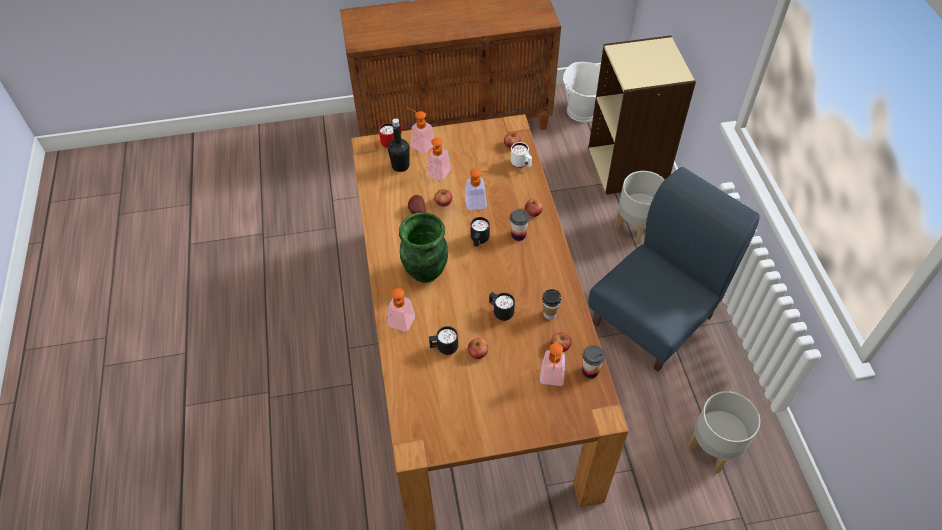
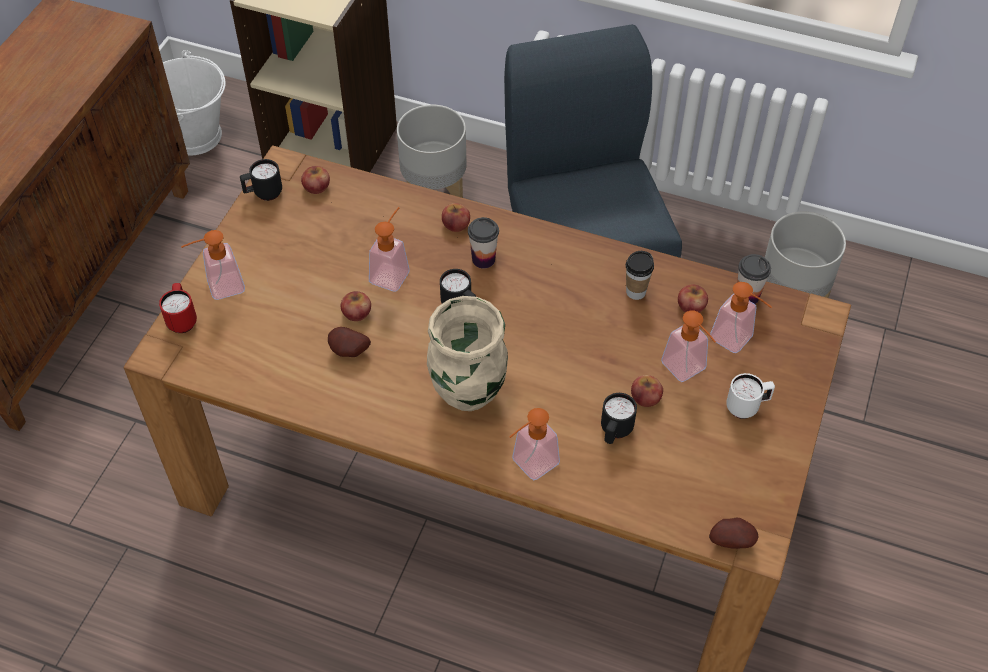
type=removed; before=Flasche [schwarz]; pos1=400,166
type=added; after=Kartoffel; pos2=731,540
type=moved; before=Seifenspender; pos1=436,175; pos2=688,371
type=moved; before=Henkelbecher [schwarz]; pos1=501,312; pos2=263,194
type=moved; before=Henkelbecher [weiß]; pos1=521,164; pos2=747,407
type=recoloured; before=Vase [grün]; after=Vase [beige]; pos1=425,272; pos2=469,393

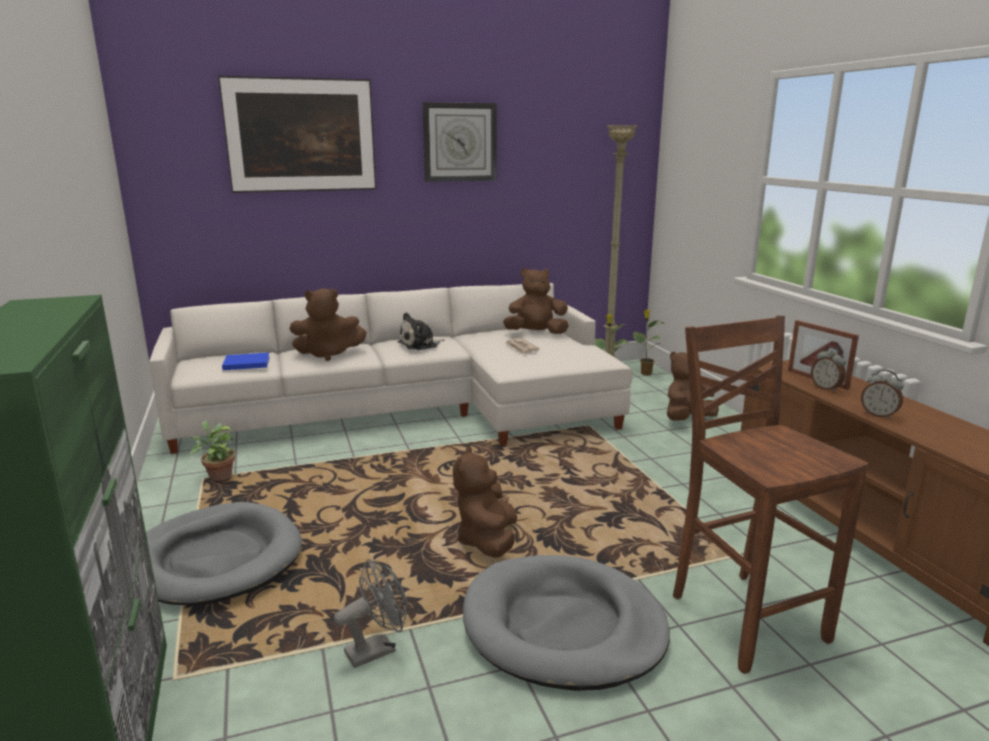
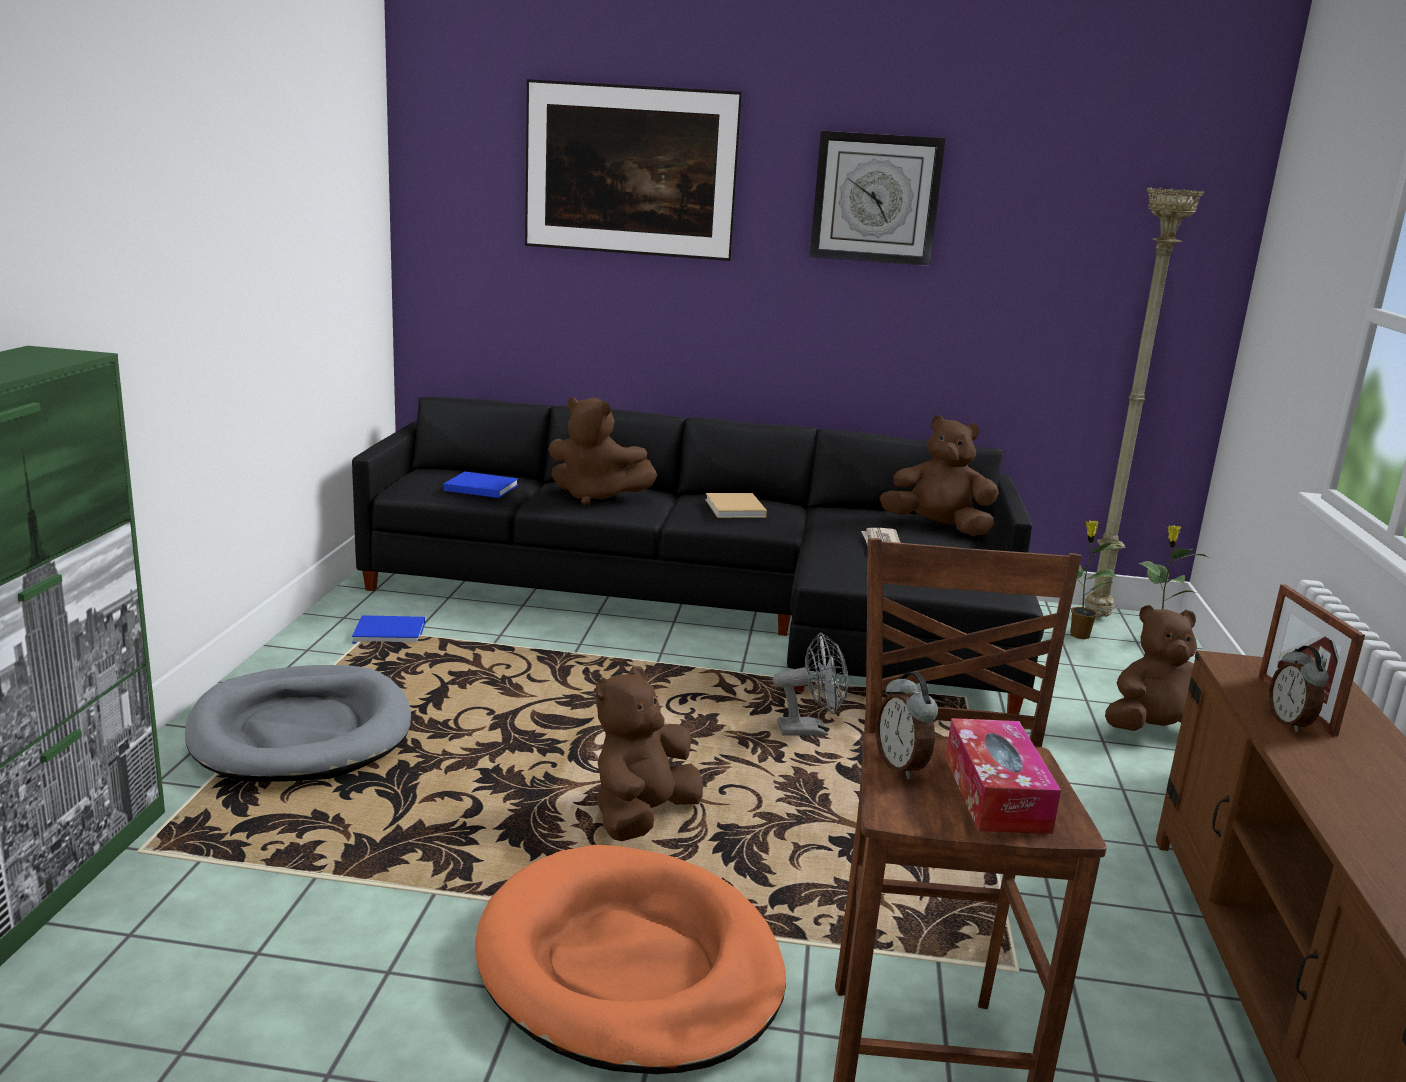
type=added; after=Taschentuchbox; pos2=996,793
type=moved; before=Ventilator [grau]; pos1=377,649; pos2=810,730
type=moved; before=Wecker; pos1=878,415; pos2=902,766
type=replaced; before=Topfpflanze; after=Buch [blau]; pos1=218,477; pos2=392,633
type=replaced; before=Plüschtier; after=Buch [beige]; pos1=420,345; pos2=735,509
type=recoloured; before=Sofa [weiß]; after=Sofa [schwarz]; pos1=415,409; pos2=719,608
type=recoloured; before=Hundebett [grau]; after=Hundebett [orange]; pos1=563,627; pos2=629,967

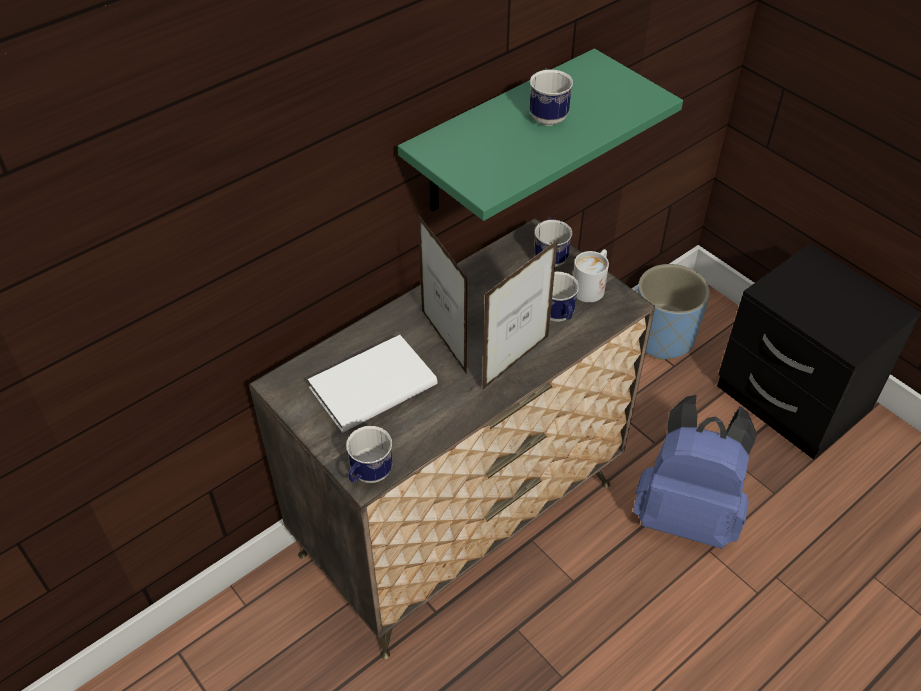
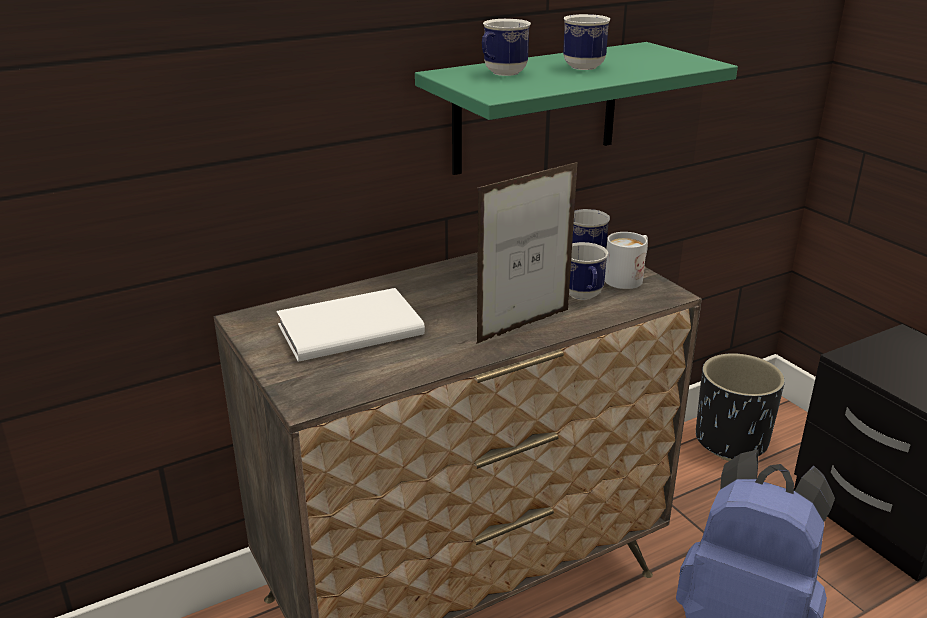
type=removed; before=Bilderrahmen; pos1=443,342
type=moved; before=Henkelbecher; pos1=368,475; pos2=501,74
type=recoloured; before=Pflanzkübel [blau]; after=Pflanzkübel [schwarz]; pos1=662,337; pos2=731,440

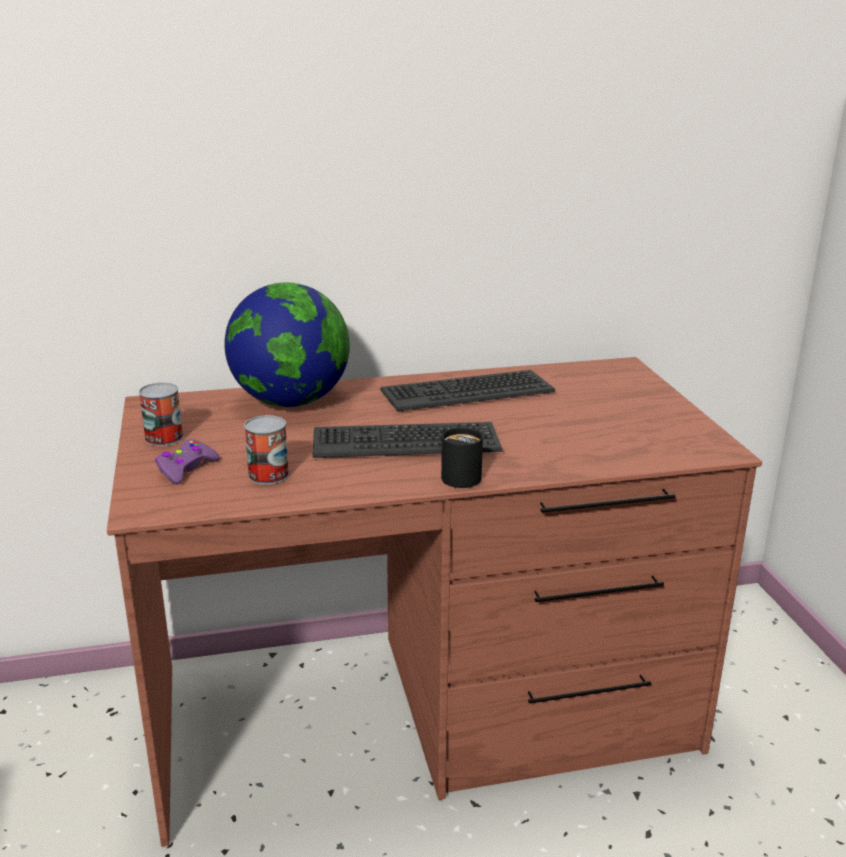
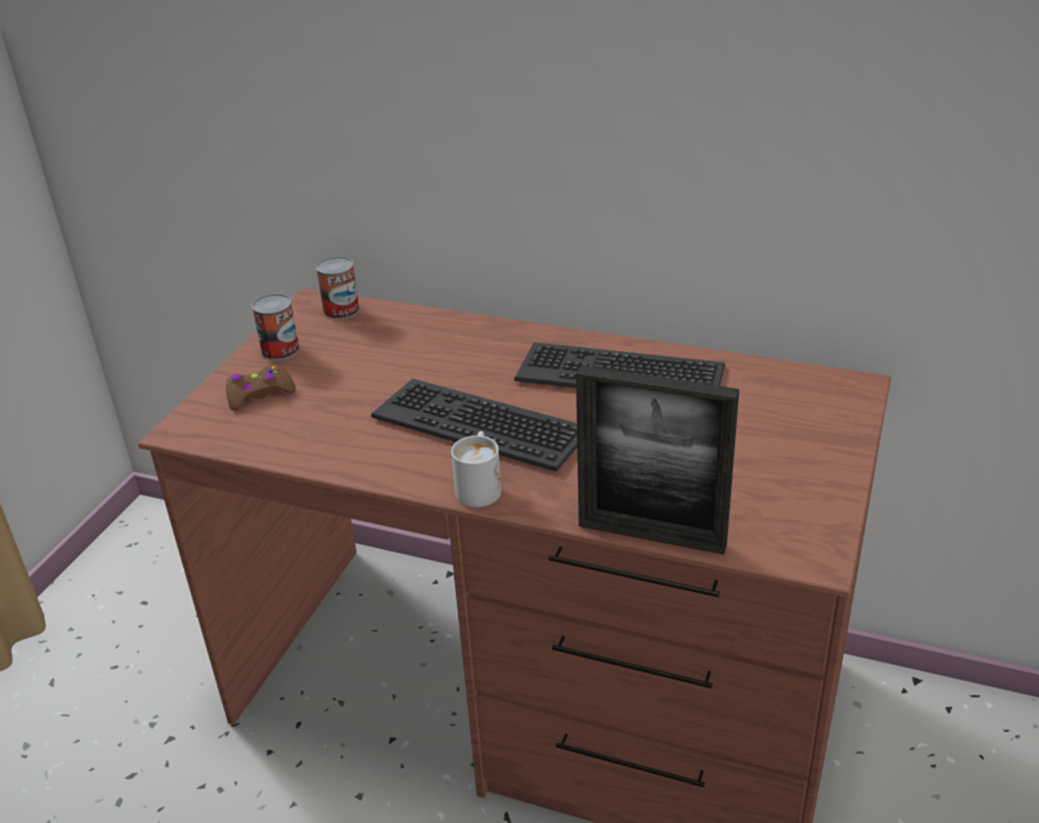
type=removed; before=Globus; pos1=290,402
type=added; after=Bilderrahmen; pos2=651,535
type=moved; before=Dose; pos1=268,475; pos2=341,310
type=recoloured; before=Gamepad [lila]; after=Gamepad [braun]; pos1=186,469; pos2=259,394
type=recoloured; before=Henkelbecher [schwarz]; after=Henkelbecher [weiß]; pos1=456,474; pos2=480,486

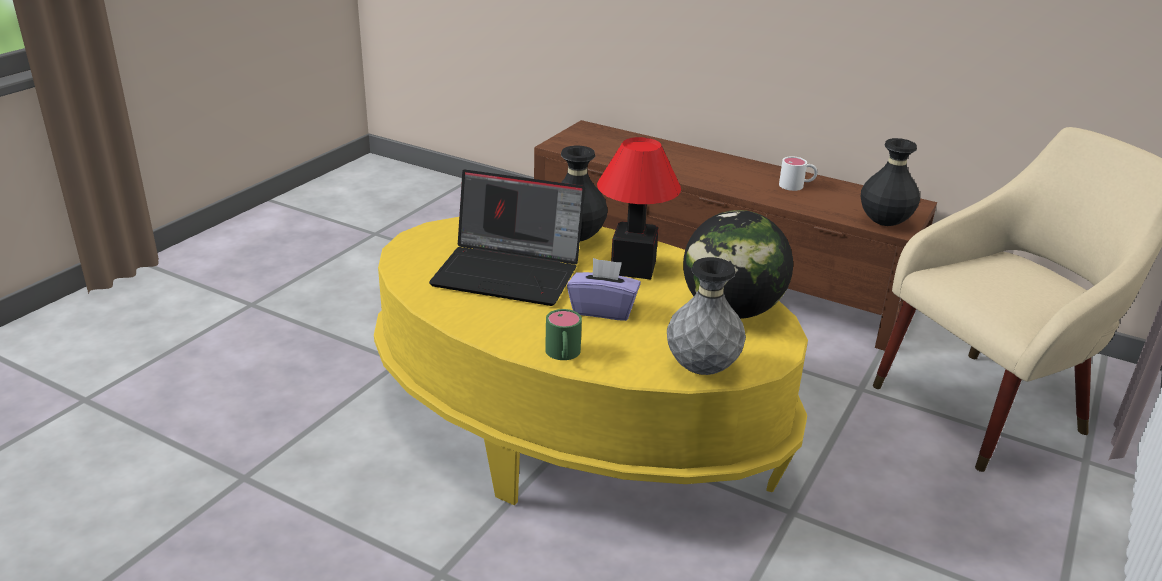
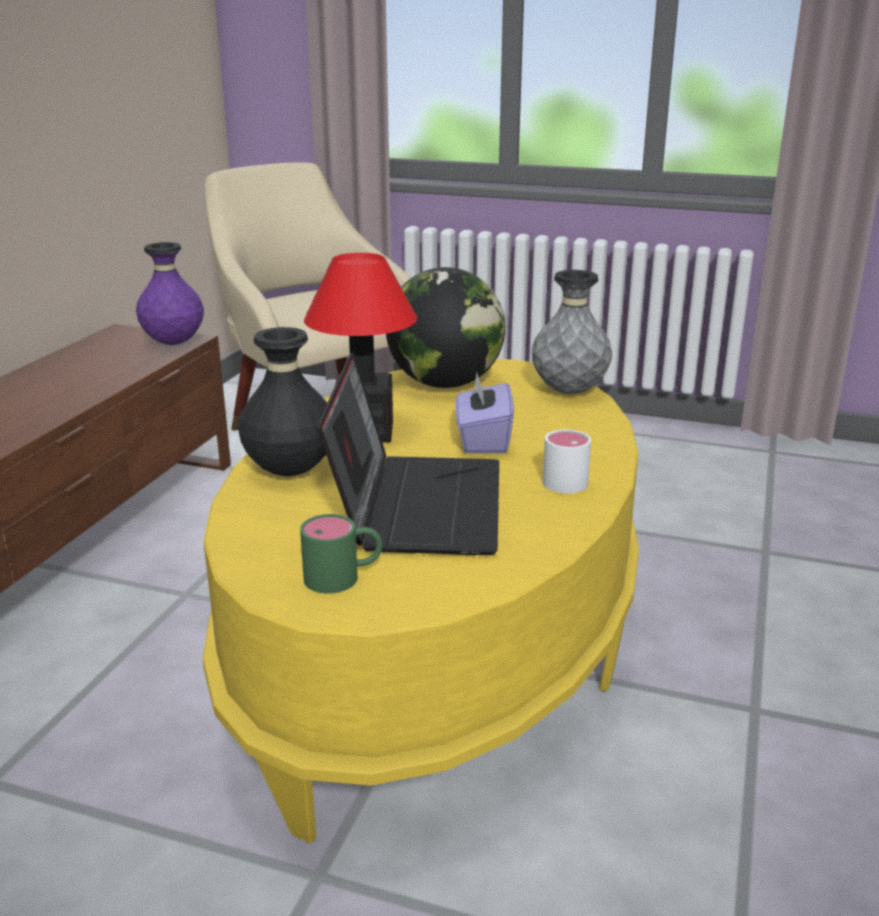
type=moved; before=Henkelbecher [grün]; pos1=563,355; pos2=343,576
type=moved; before=Henkelbecher [weiß]; pos1=797,186; pos2=562,478
type=recoloured; before=Vase [schwarz]; after=Vase [lila]; pos1=884,223; pos2=174,343

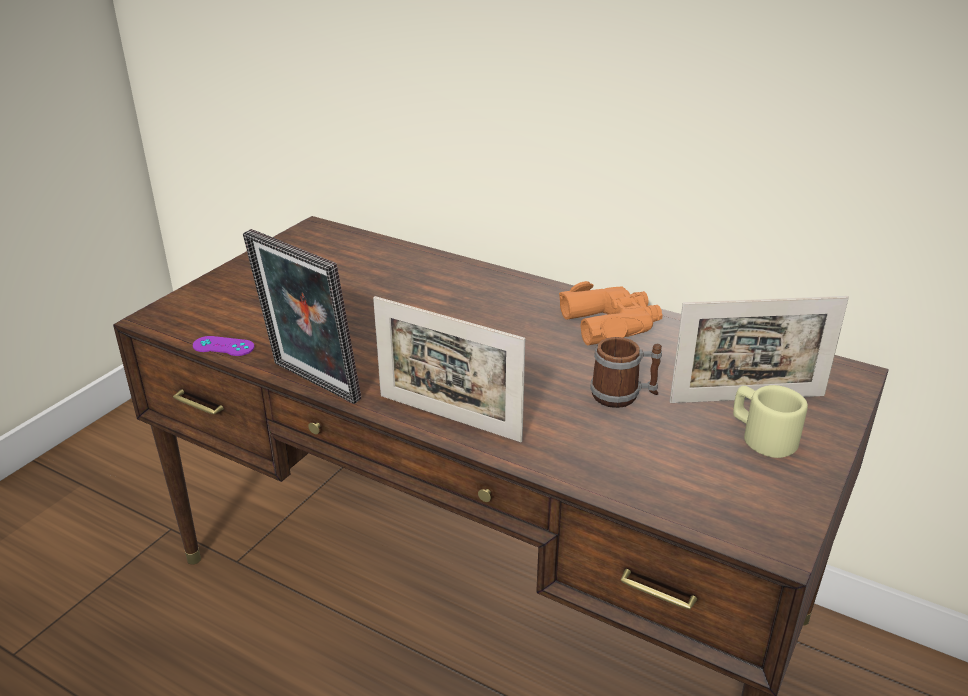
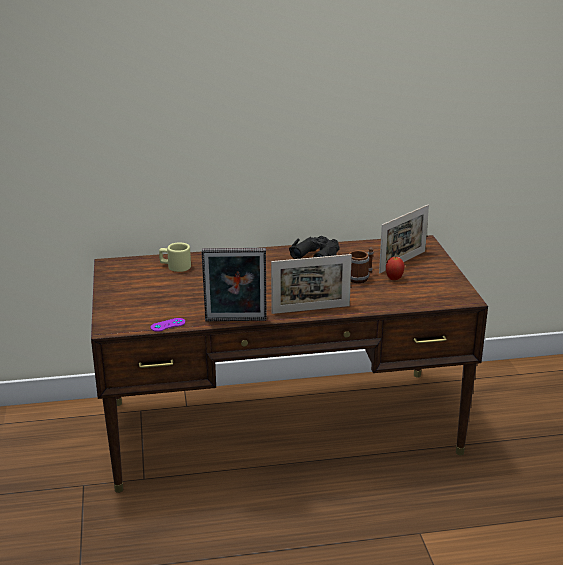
type=added; after=Apfel; pos2=394,279
type=moved; before=Henkelbecher [beige]; pos1=762,436; pos2=175,266
type=recoloured; before=Fernglas [orange]; after=Fernglas [schwarz]; pos1=611,323; pos2=317,255

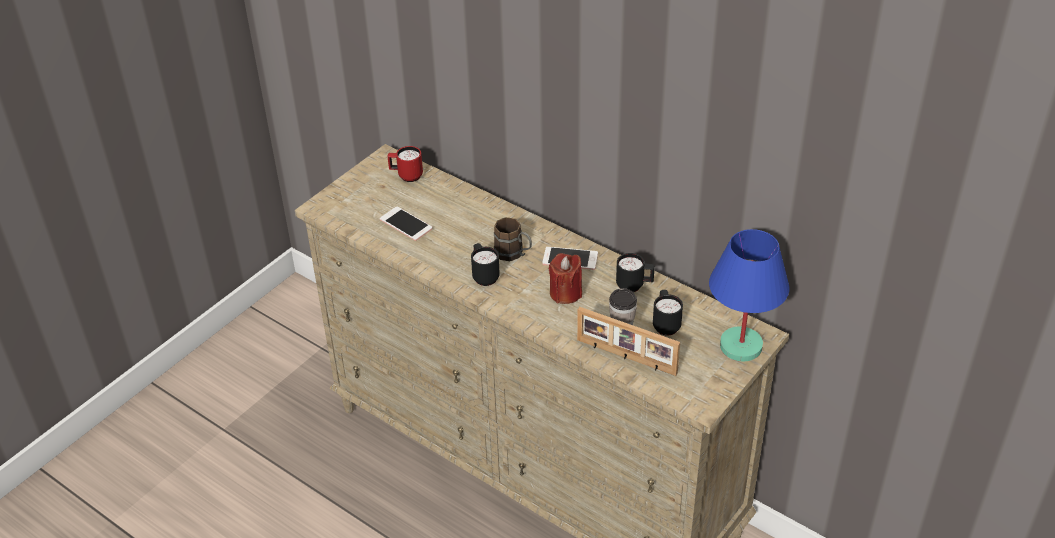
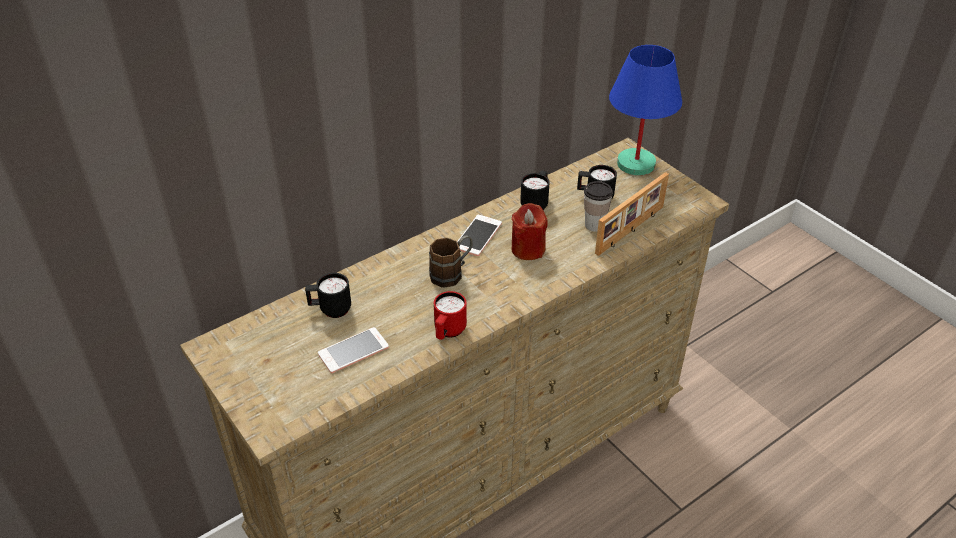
type=moved; before=Henkelbecher [rot]; pos1=406,176; pos2=448,332
type=moved; before=Henkelbecher [schwarz]; pos1=484,276; pos2=330,310

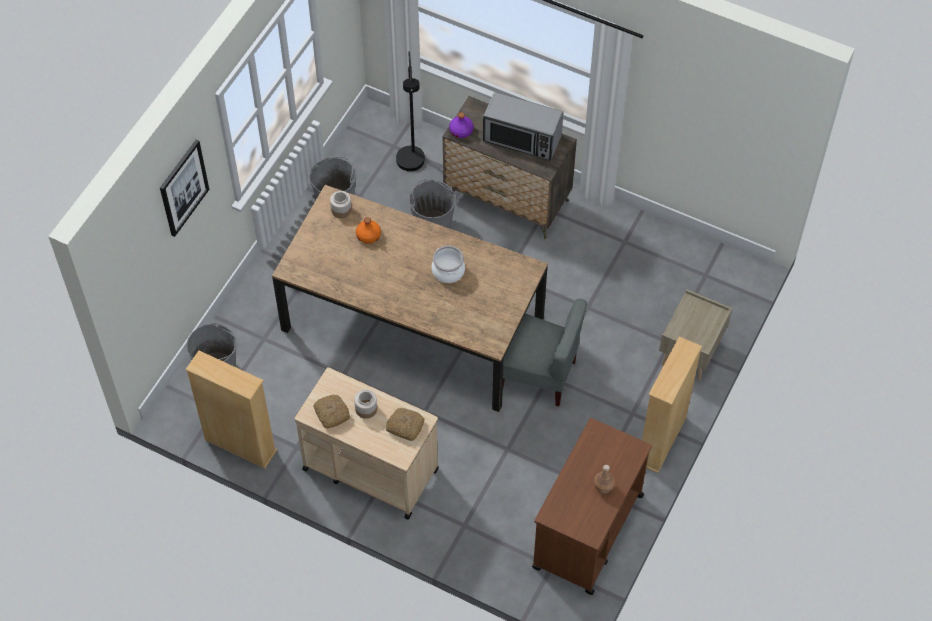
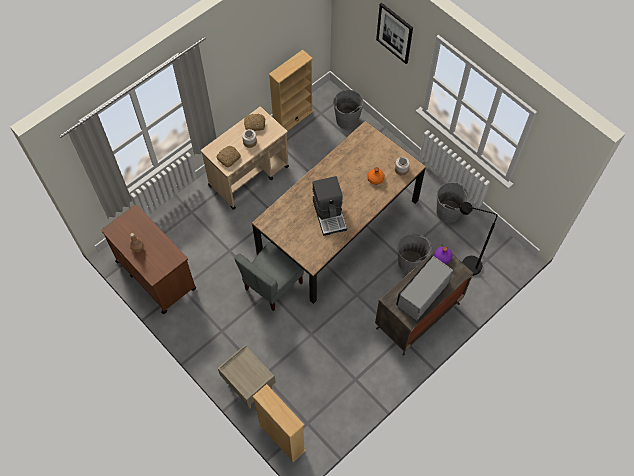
type=moved; before=Bücherregal [beige]; pos1=661,440; pos2=282,437
type=replaced; before=Kochtopf; after=Kaffeemaschine; pos1=448,271; pos2=330,214

